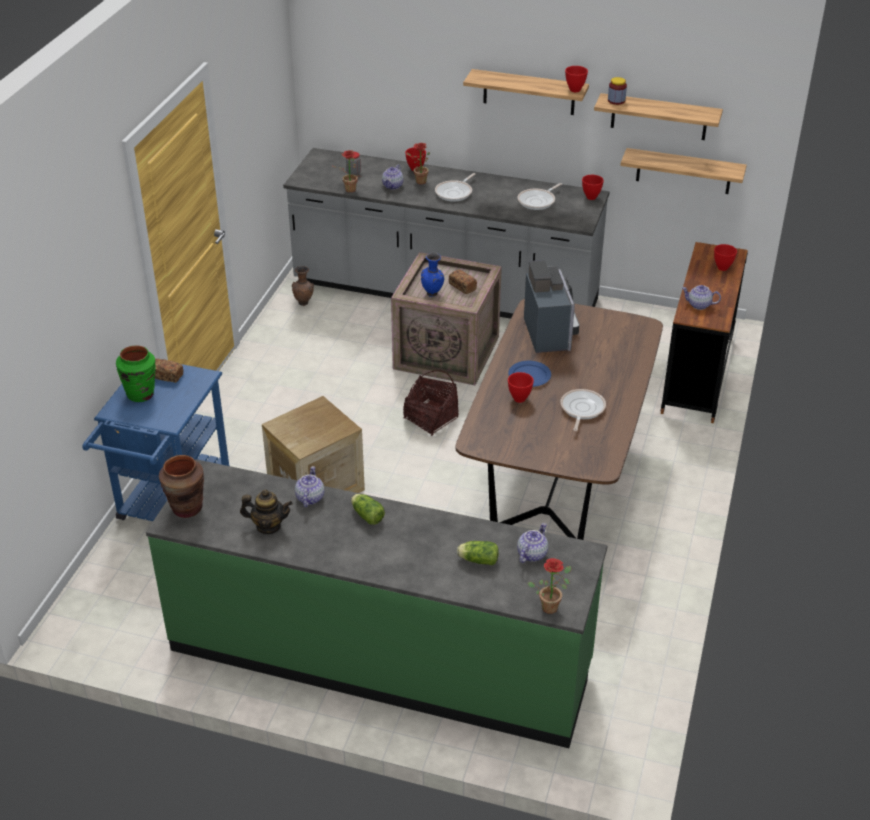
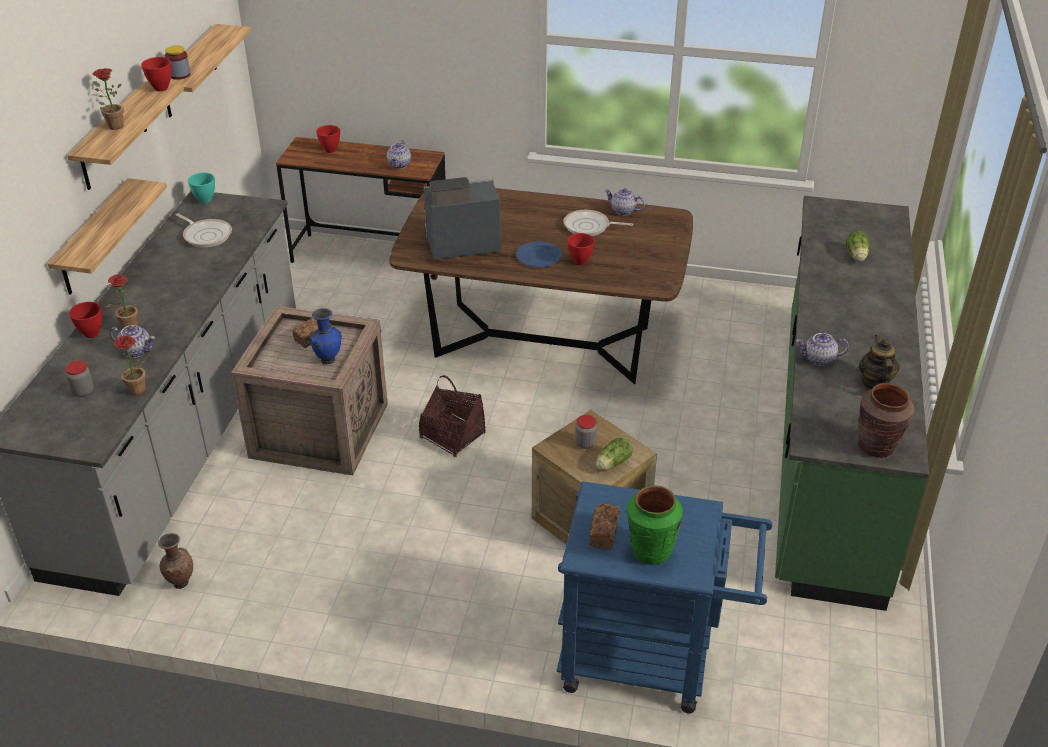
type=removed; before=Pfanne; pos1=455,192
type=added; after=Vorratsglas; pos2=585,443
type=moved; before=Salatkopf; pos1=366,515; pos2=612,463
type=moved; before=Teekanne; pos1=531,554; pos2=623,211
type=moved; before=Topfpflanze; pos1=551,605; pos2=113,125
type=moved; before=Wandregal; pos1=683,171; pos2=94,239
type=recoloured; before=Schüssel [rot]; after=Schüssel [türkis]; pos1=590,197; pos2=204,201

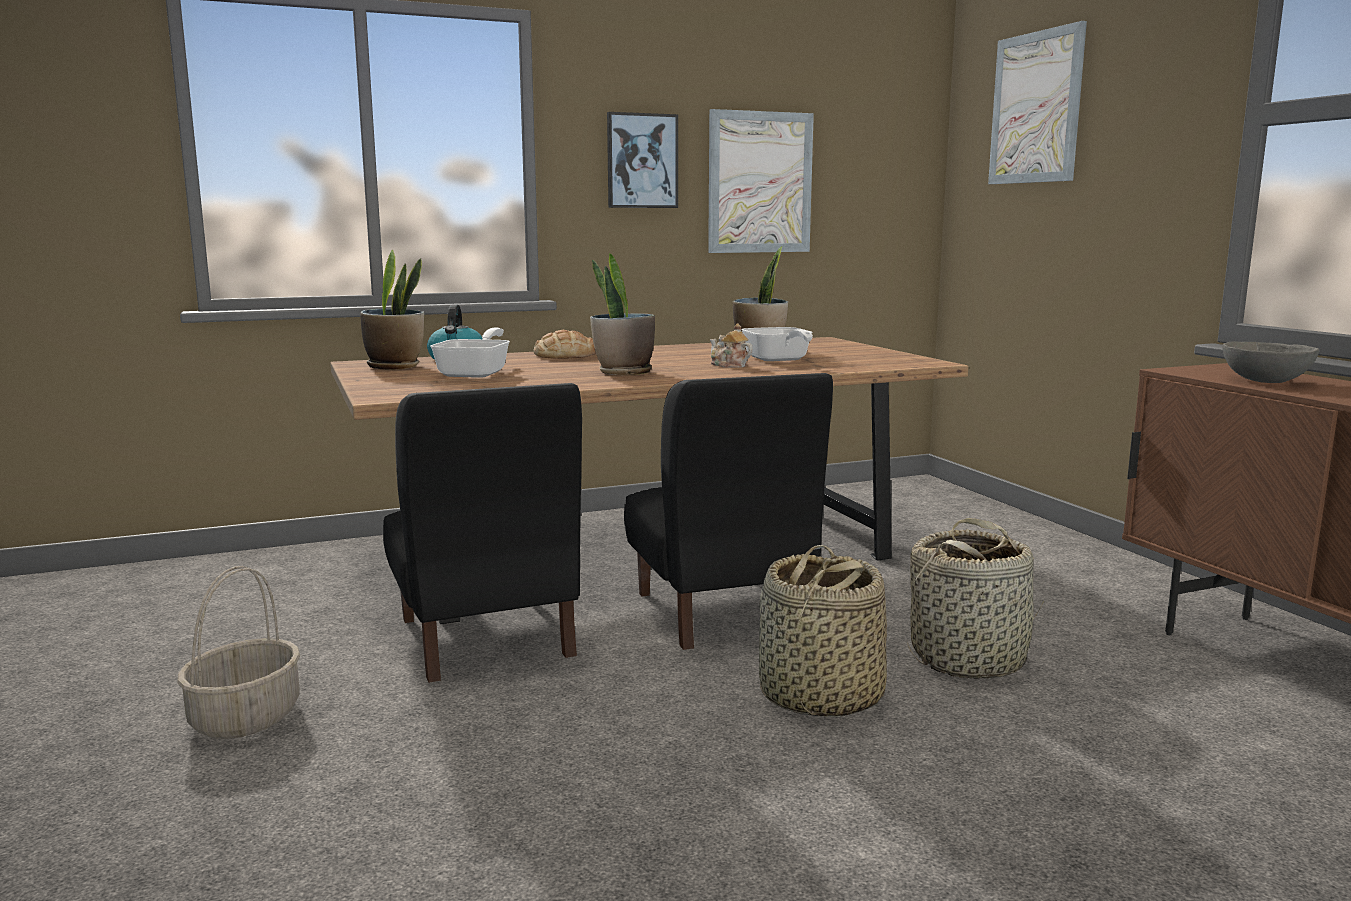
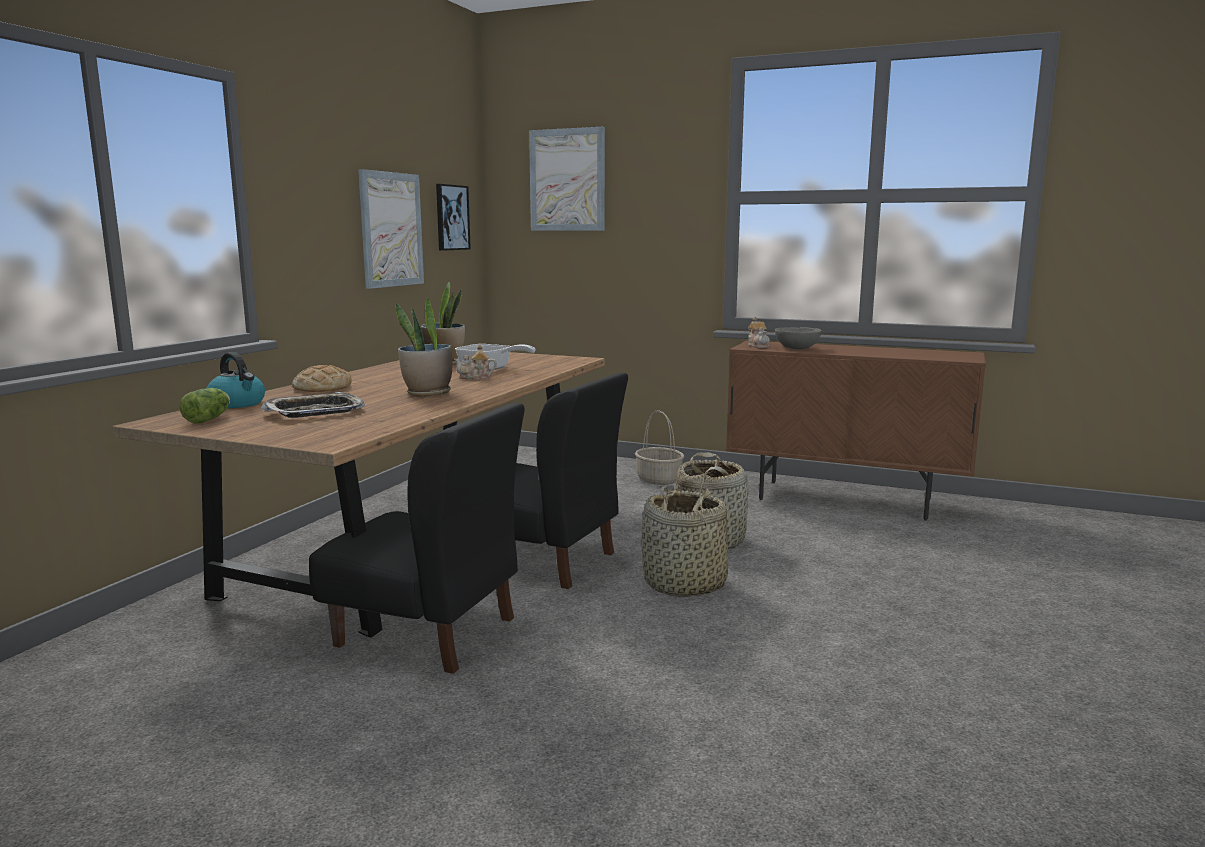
type=added; after=Teekanne; pos2=758,346
type=moved; before=Korb; pos1=245,717; pos2=658,479
type=moved; before=Bild; pos1=642,161; pos2=451,217
type=replaced; before=Topfpflanze; after=Salatkopf; pos1=395,366; pos2=210,419
type=replaced; before=Pfanne; after=Tablett; pos1=477,373; pos2=315,412

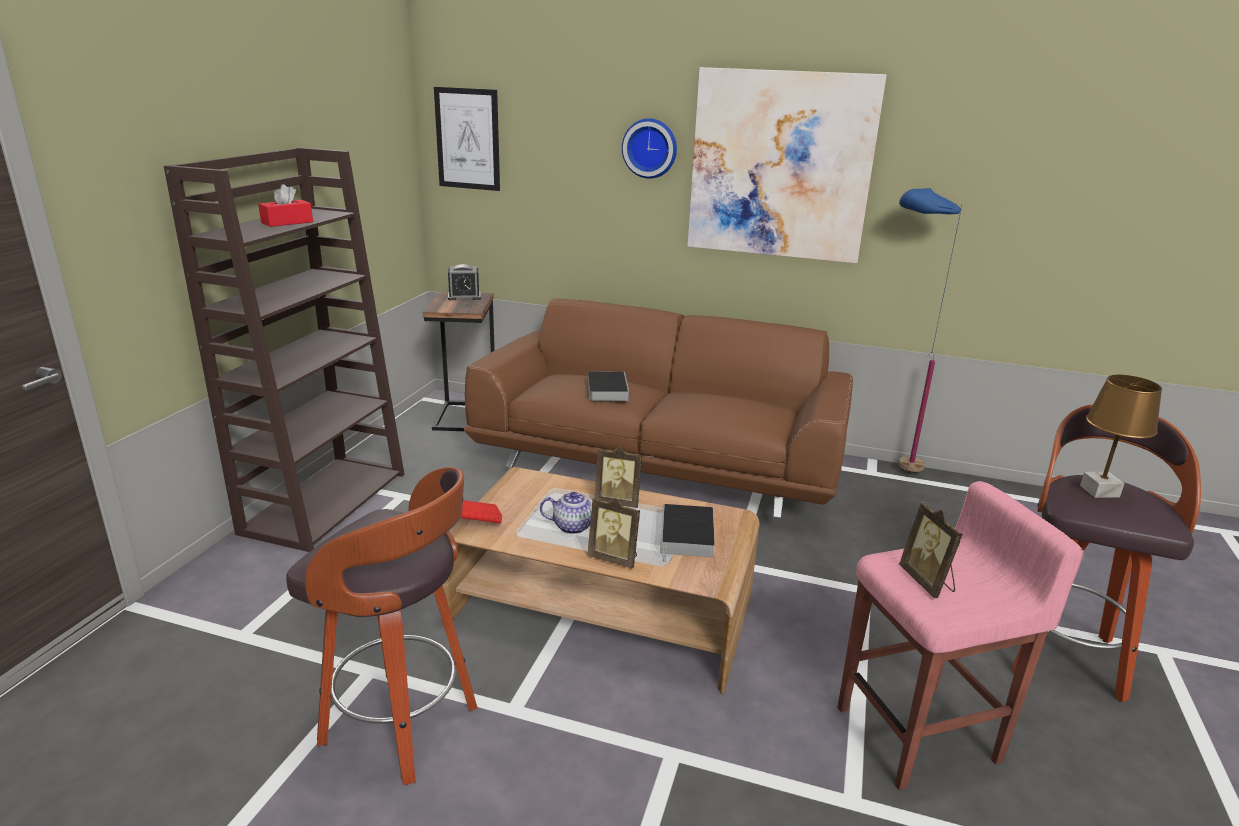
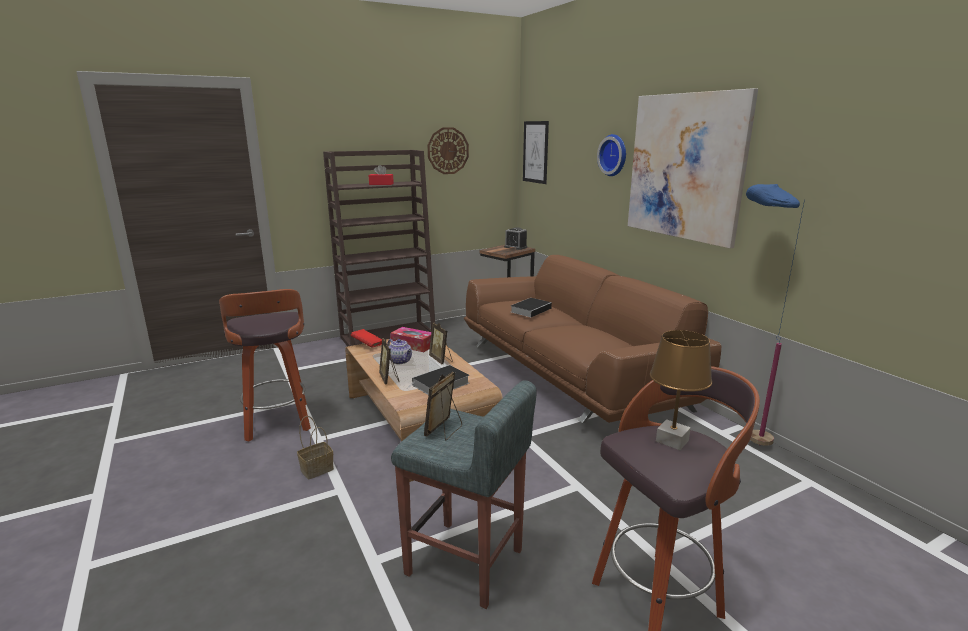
type=added; after=Korb; pos2=317,469
type=added; after=Taschentuchbox; pos2=413,345
type=added; after=Wanduhr; pos2=448,151
type=recoloured; before=Hocker [rosa]; after=Hocker [grau]; pos1=920,734; pos2=466,563

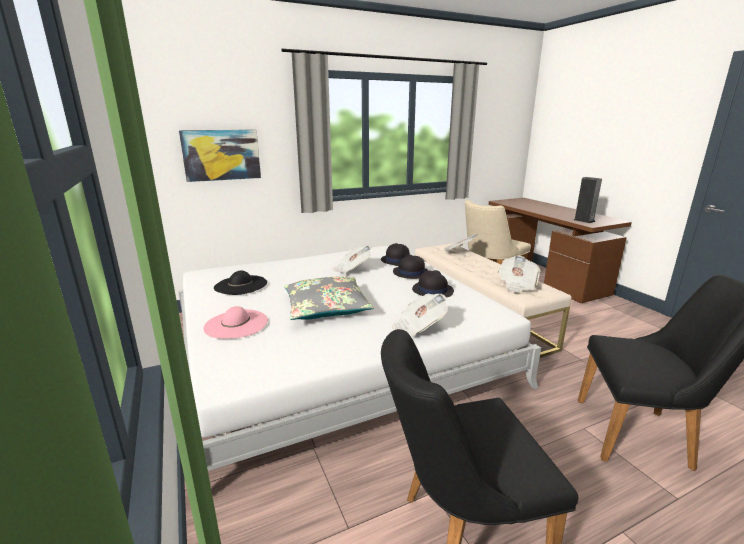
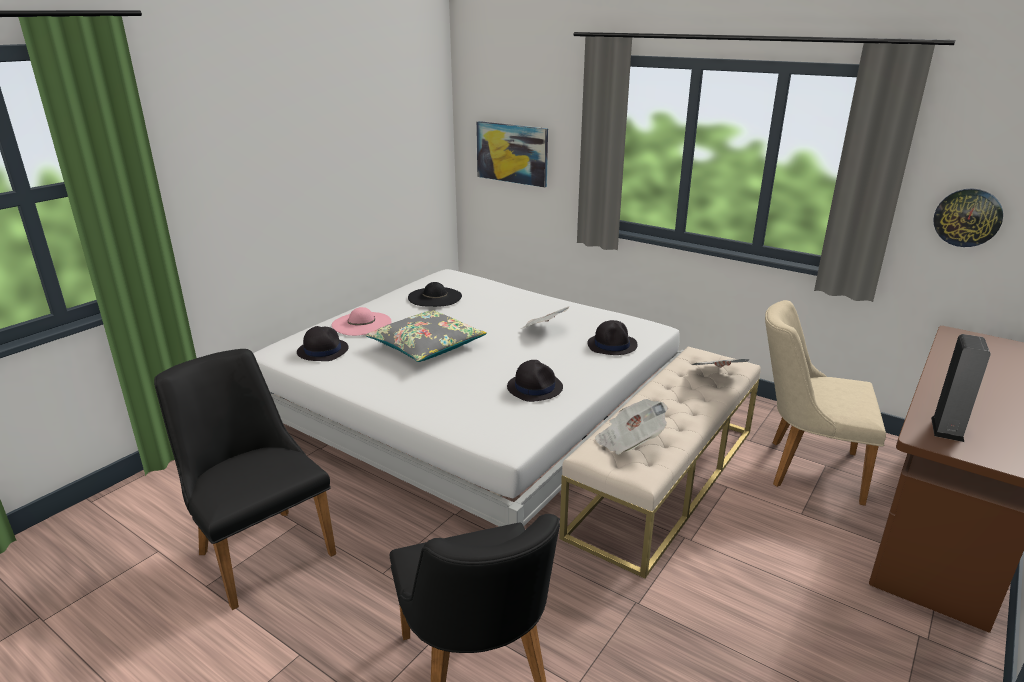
type=removed; before=Zeitung; pos1=418,327
type=added; after=Wanduhr; pos2=967,217
type=moved; before=Hut [schwarz]; pos1=411,273; pos2=322,350

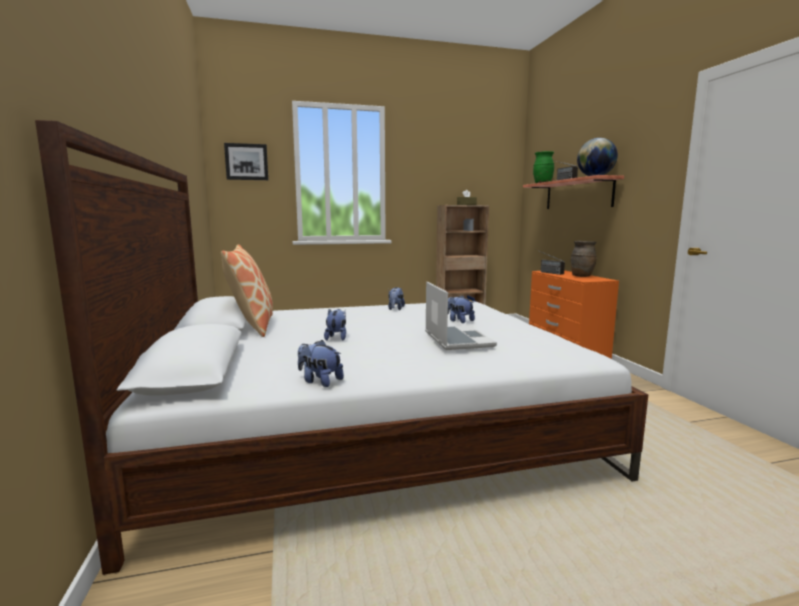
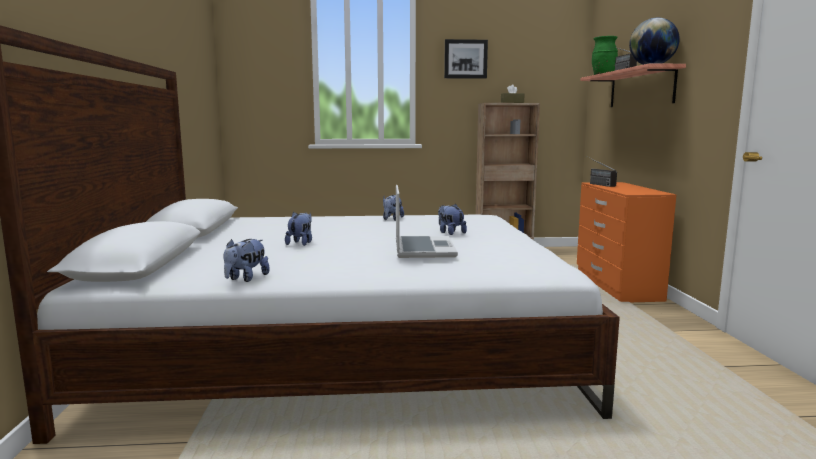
type=removed; before=Kissen; pos1=252,326
type=removed; before=Vase [braun]; pos1=581,276
type=moved; before=Bild; pos1=246,162; pos2=465,59
type=turned; before=Plüschtier; pos1=319,381; pos2=246,278; turn=-105

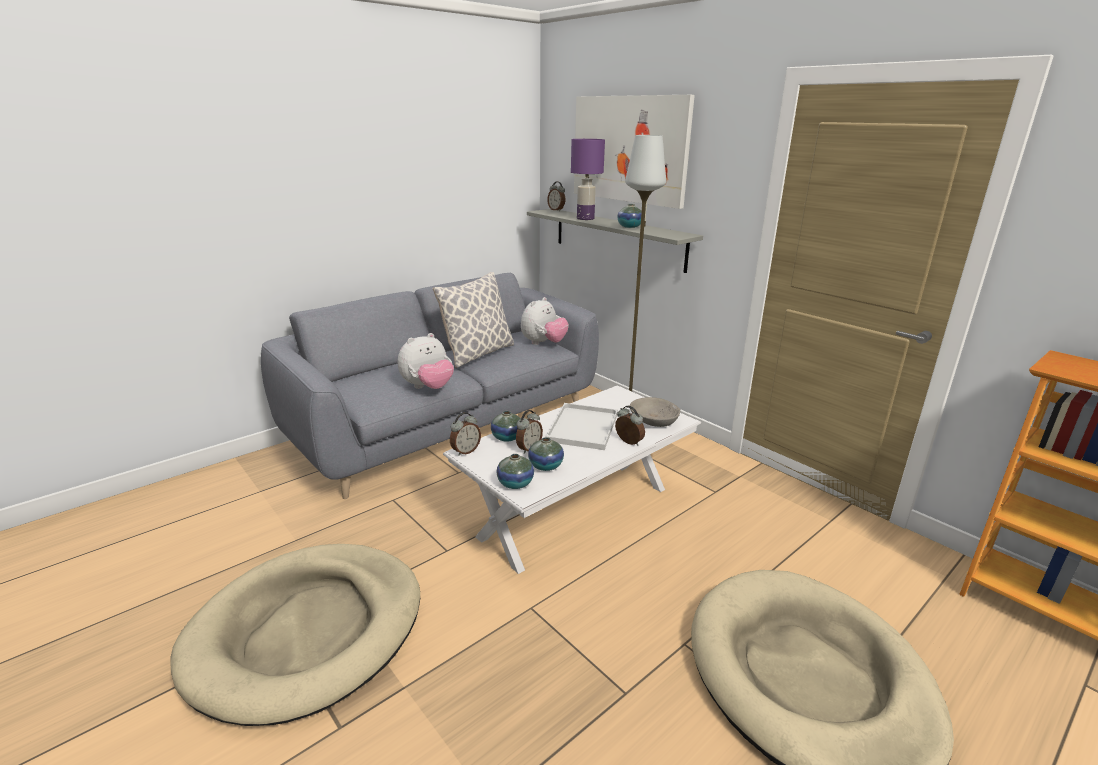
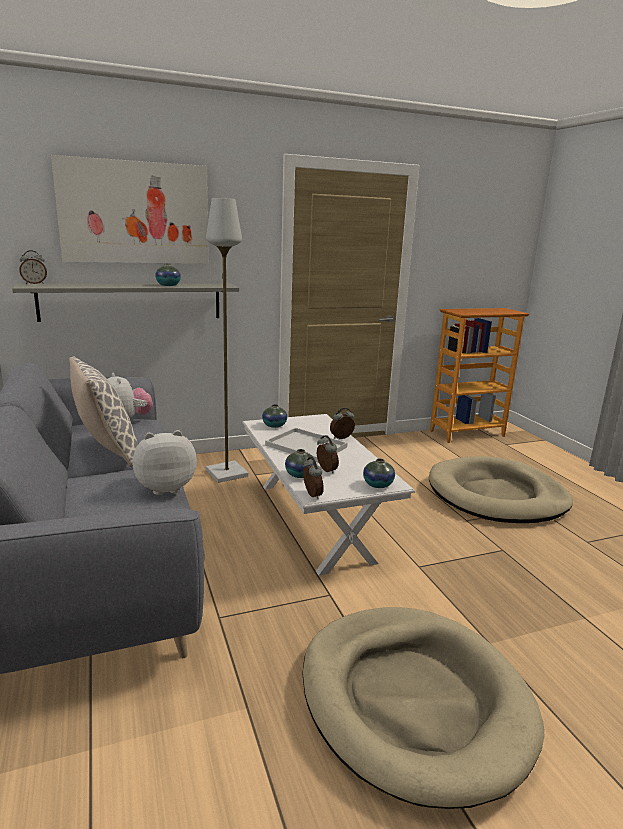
type=removed; before=Tischlampe [lila]; pos1=586,219
type=removed; before=Schüssel [grau]; pos1=653,421
type=moved; before=Vase; pos1=545,466; pos2=274,425
type=turned; before=Plüschtier; pos1=428,387; pos2=165,488; turn=-90

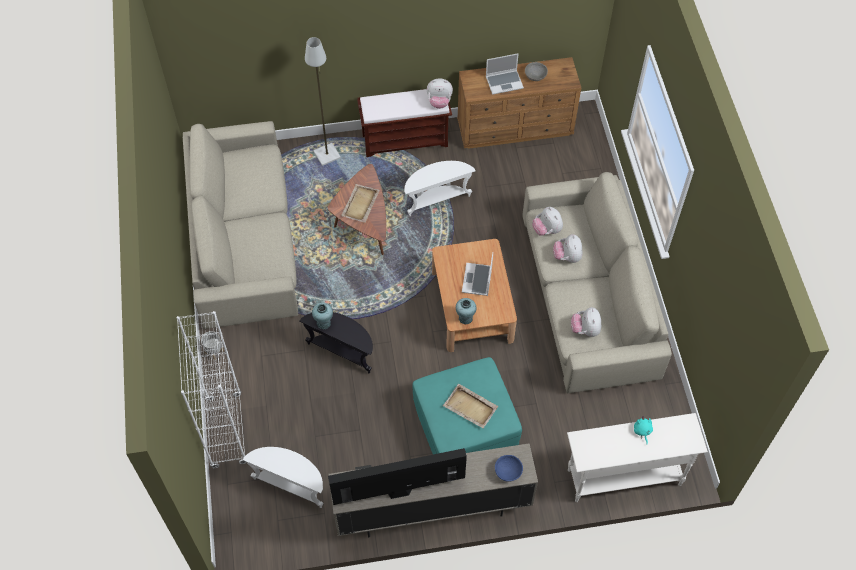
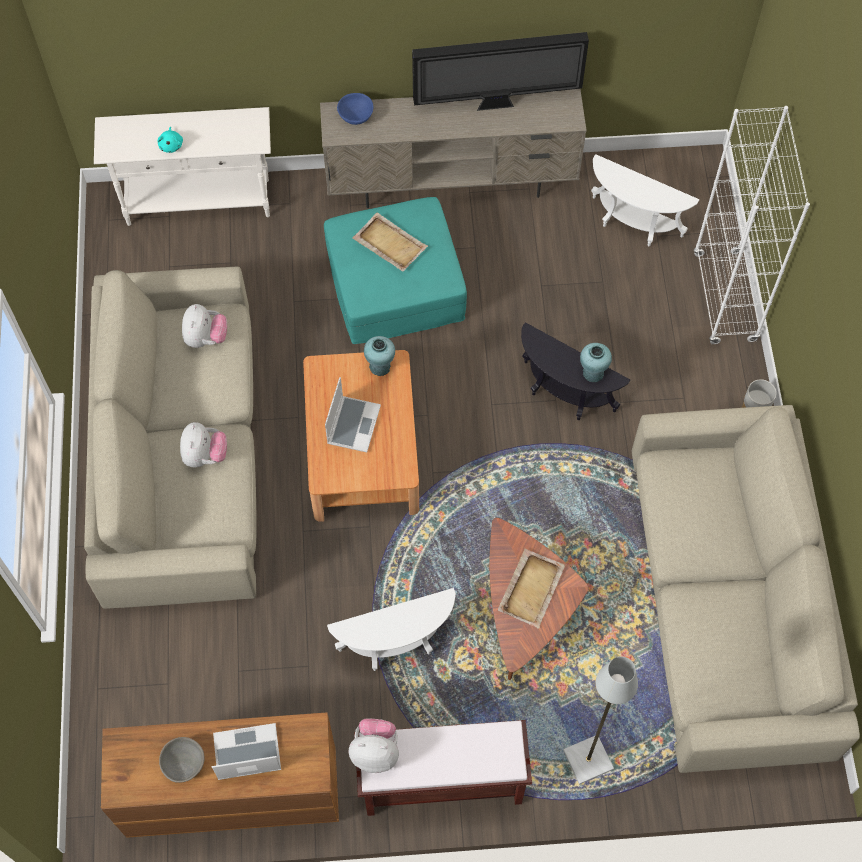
type=removed; before=Plüschtier; pos1=547,230

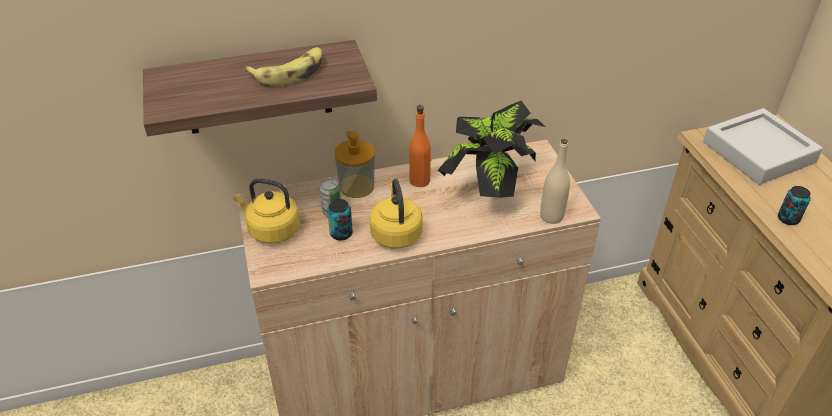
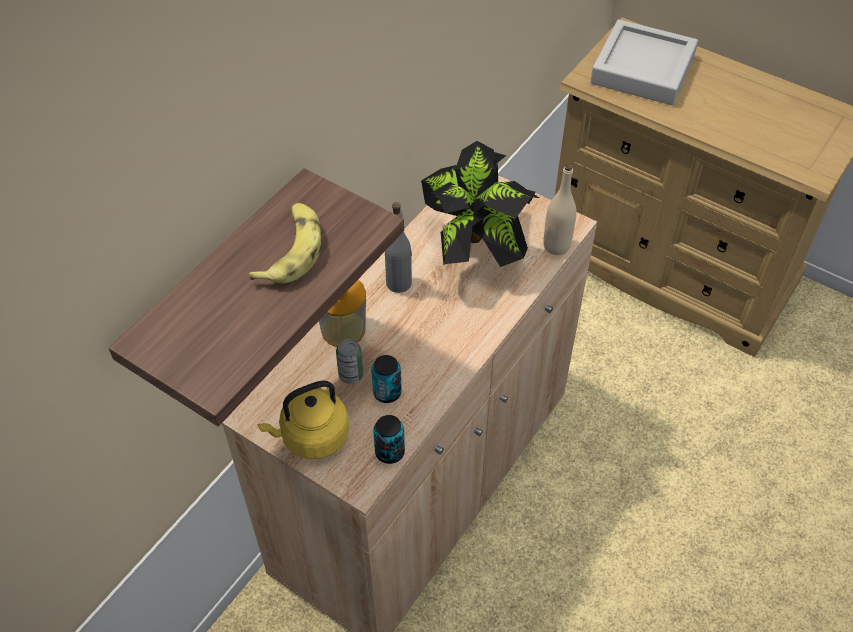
type=removed; before=Wasserkessel [gelb]; pos1=396,233
type=moved; before=Dose; pos1=788,219; pos2=389,452
type=recoloured; before=Flasche [orange]; after=Flasche [grau]; pos1=420,181; pos2=399,283

